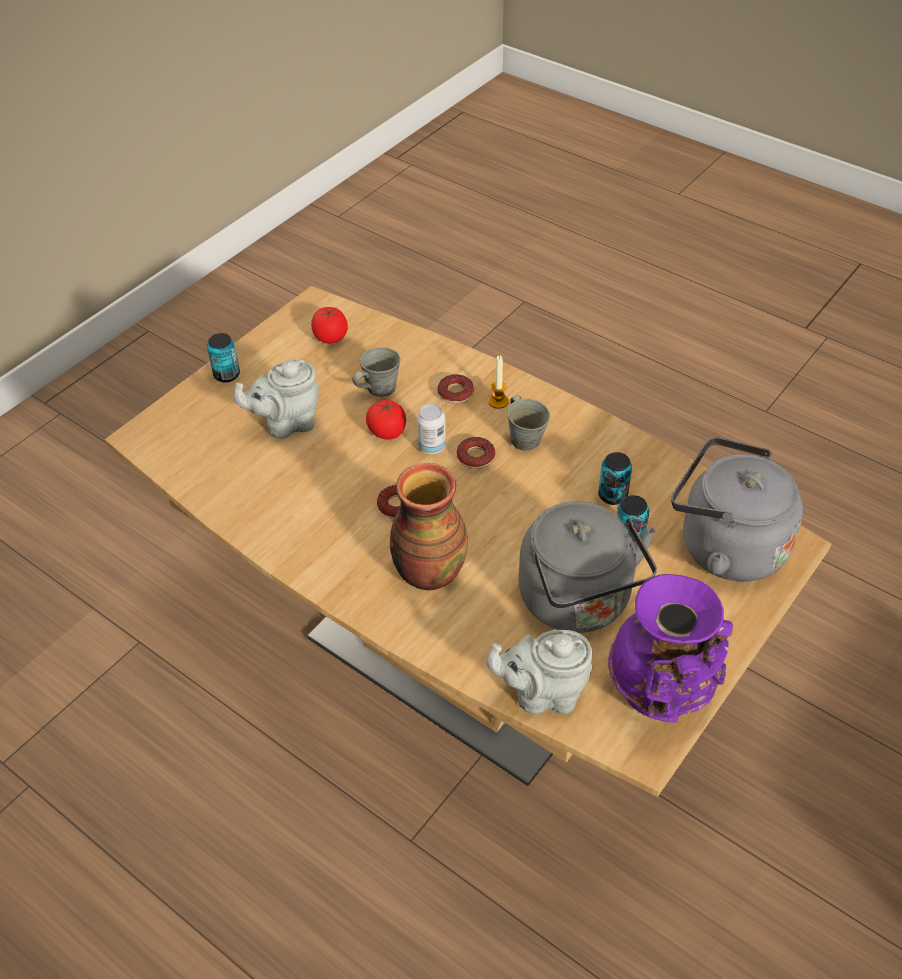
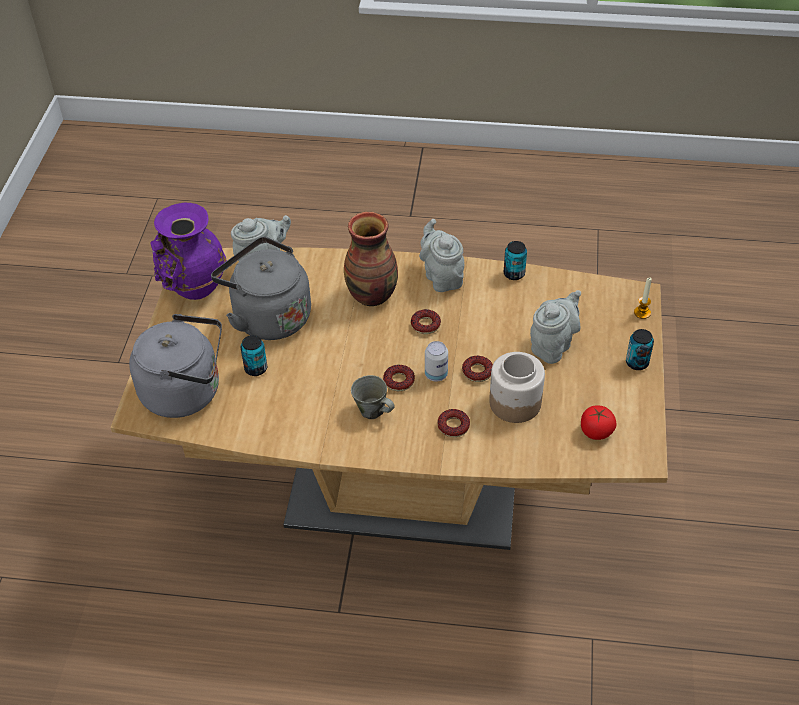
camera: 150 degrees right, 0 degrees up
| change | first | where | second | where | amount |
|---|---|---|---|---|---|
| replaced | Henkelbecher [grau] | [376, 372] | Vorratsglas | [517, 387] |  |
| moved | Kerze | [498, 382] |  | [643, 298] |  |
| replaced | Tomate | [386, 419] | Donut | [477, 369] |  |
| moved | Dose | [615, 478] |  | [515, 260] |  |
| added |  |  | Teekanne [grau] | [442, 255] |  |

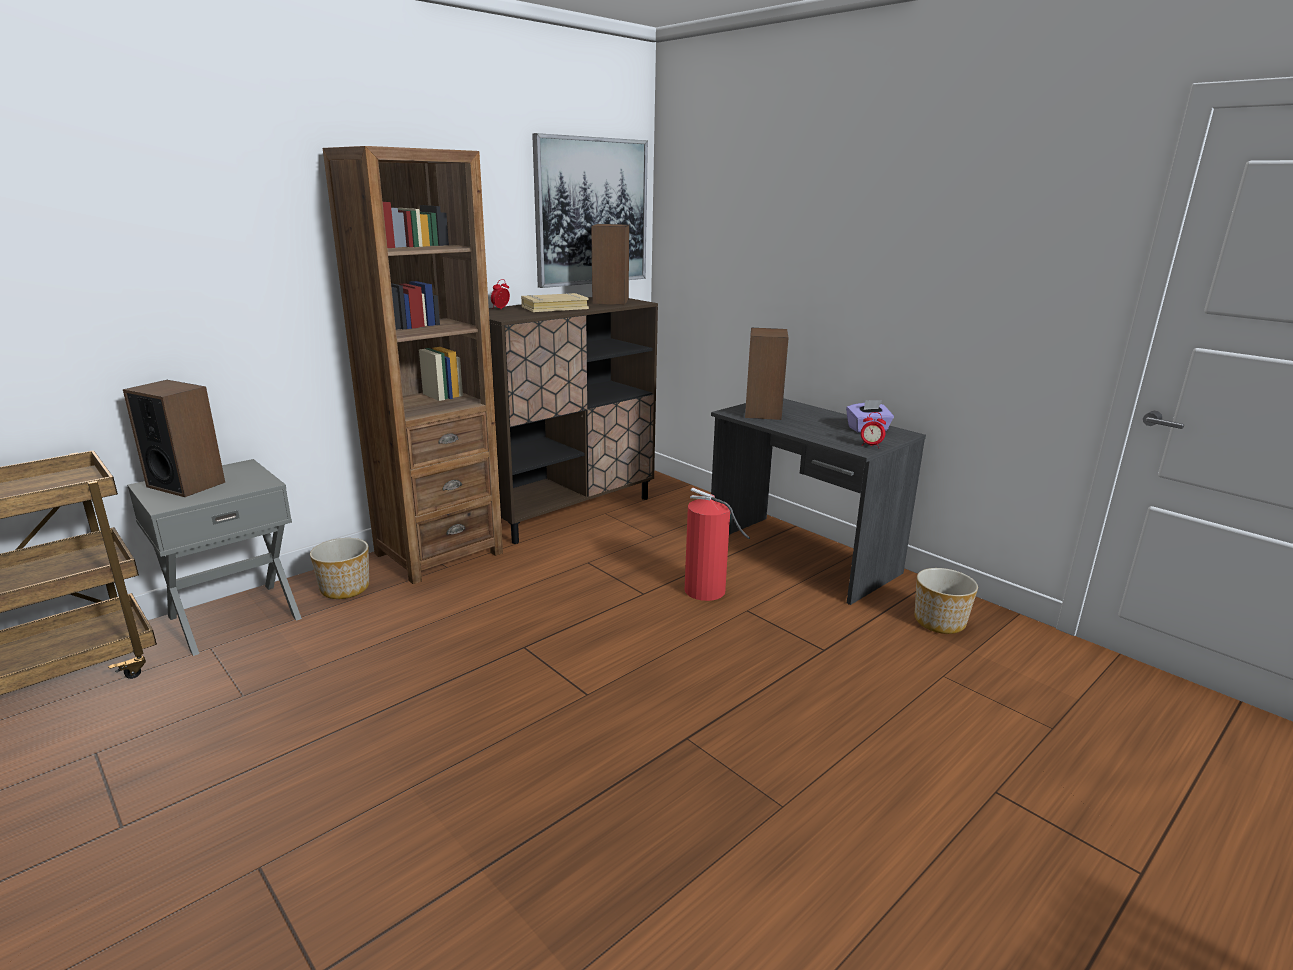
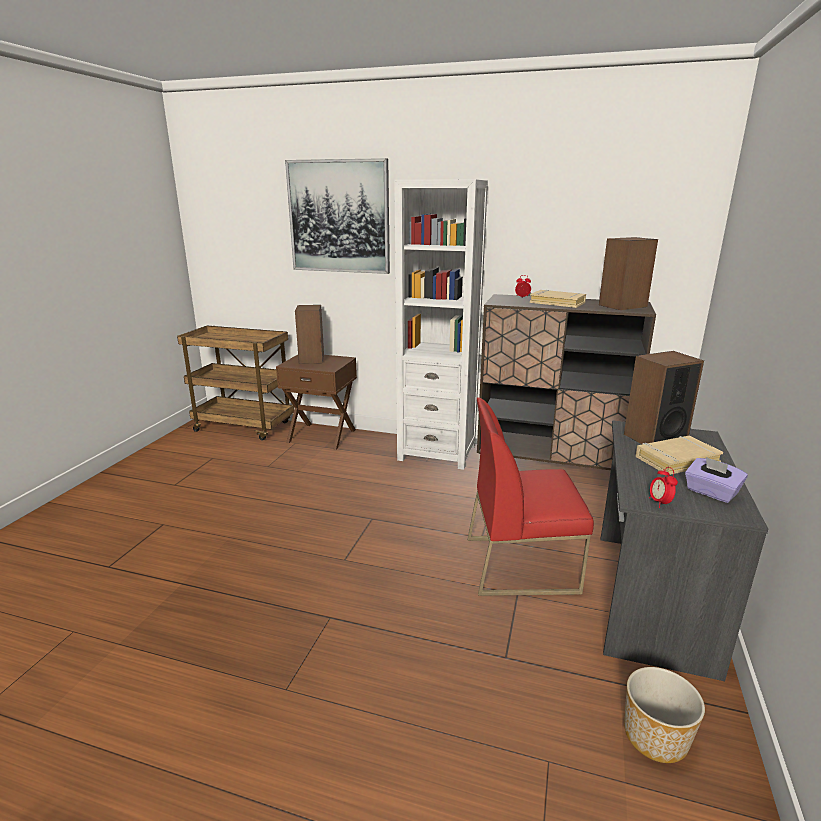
camera: 60 degrees right, 0 degrees up
| change | first | where | second | where | amount |
|---|---|---|---|---|---|
| moved | Bild | [590, 210] |  | [337, 216] |  |
| recoloured | Bücherregal [braun] | [413, 365] | Bücherregal [weiß] | [441, 324] |  |
| recoloured | Nachttisch [grau] | [214, 557] | Nachttisch [braun] | [316, 402] |  |
| replaced | Feuerlöscher | [717, 544] | Stuhl [rot] | [531, 496] |  |
| removed | Pflanzkübel | [339, 568] |  |  |  |
| added |  |  | Buch [beige] | [679, 455] |  |

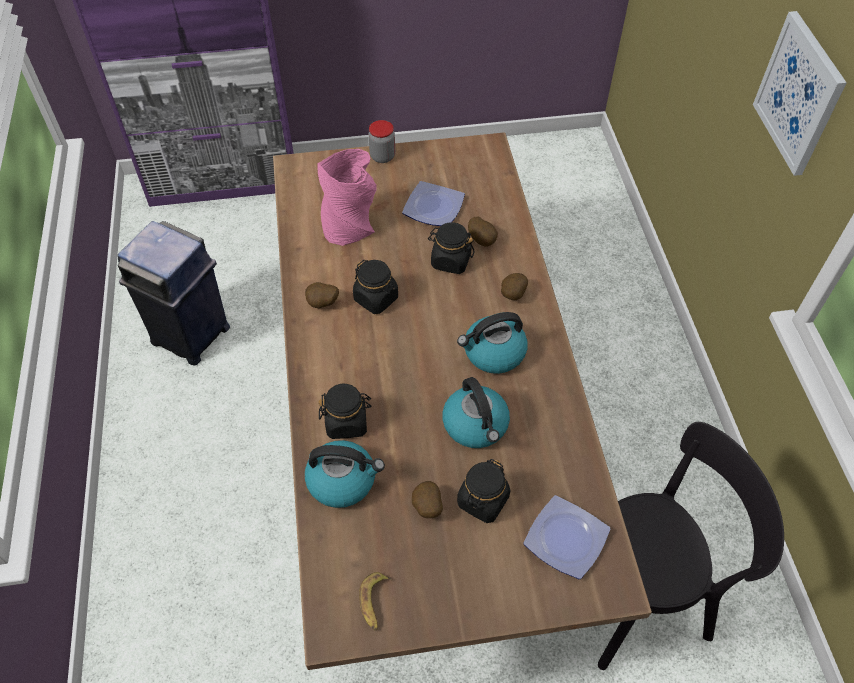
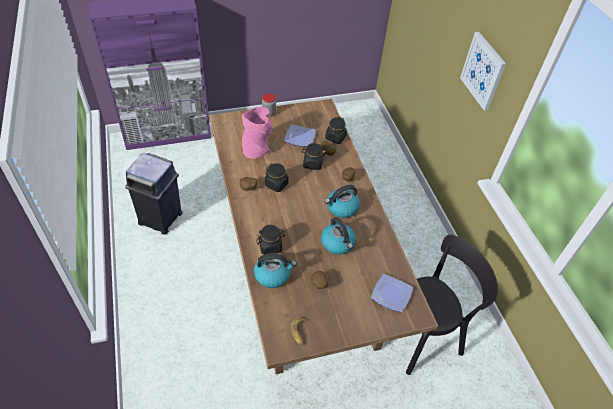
camera: 10 degrees left, 5 degrees down
| change | first | where | second | where | amount |
|---|---|---|---|---|---|
| moved | Vorratsglas [schwarz] | [483, 491] |  | [336, 130] |  |

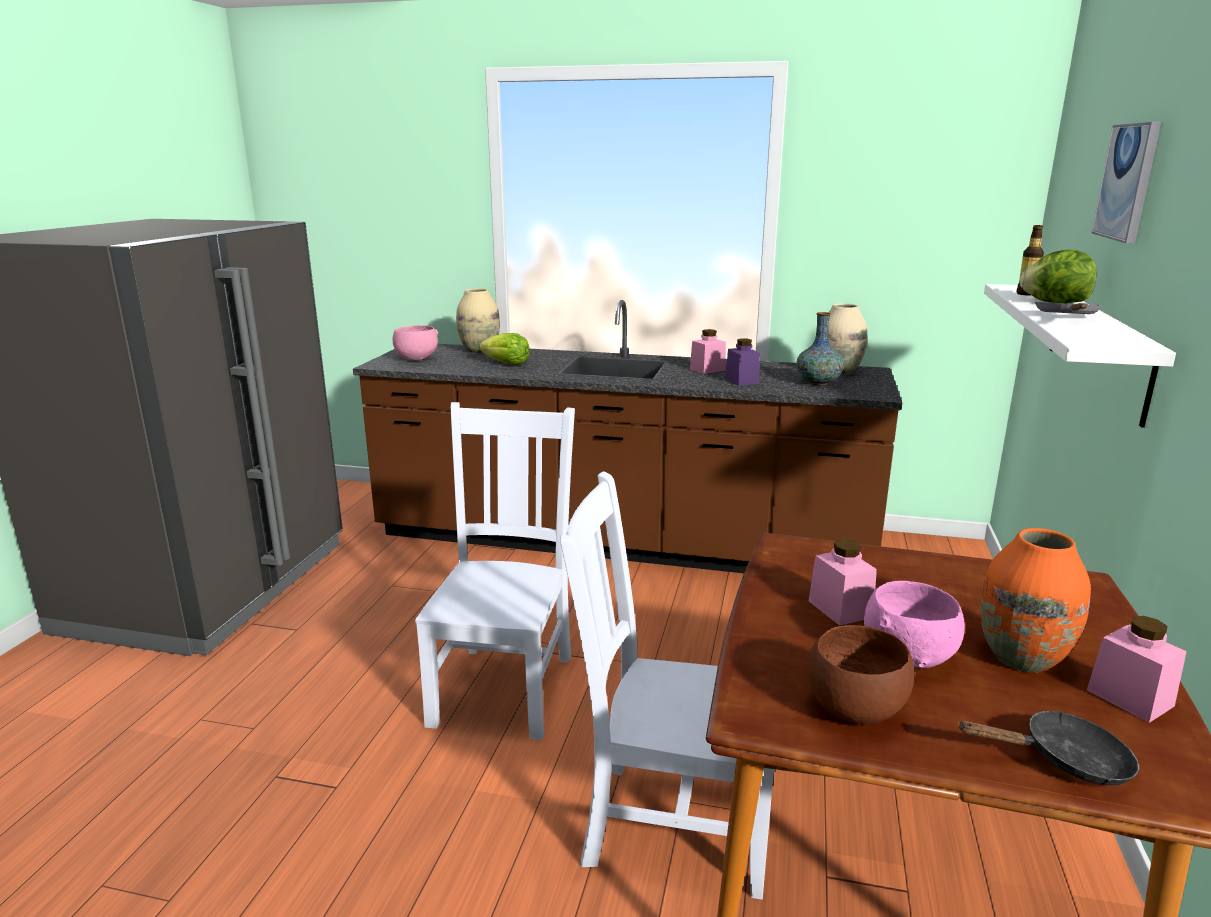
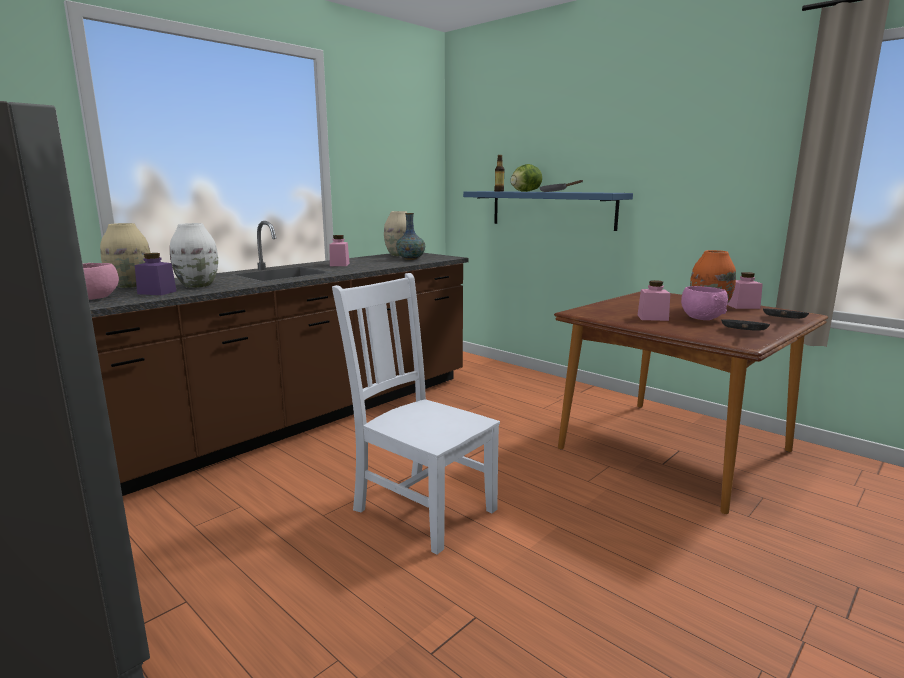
camera: 60 degrees left, 5 degrees down
| change | first | where | second | where | amount |
|---|---|---|---|---|---|
| removed | Bild | [1126, 183] |  |  |  |
| recoloured | Wandregal [weiß] | [1080, 356] | Wandregal [blau] | [548, 211] |  |
| replaced | Salatkopf | [504, 349] | Vase [weiß] | [194, 255] |  |
| moved | Vorratsglas [lila] | [742, 362] |  | [156, 274] |  |
| removed | Stuhl [weiß] | [667, 685] |  |  |  |
| replaced | Schüssel [braun] | [860, 675] | Pfanne [schwarz] | [745, 325] |  |

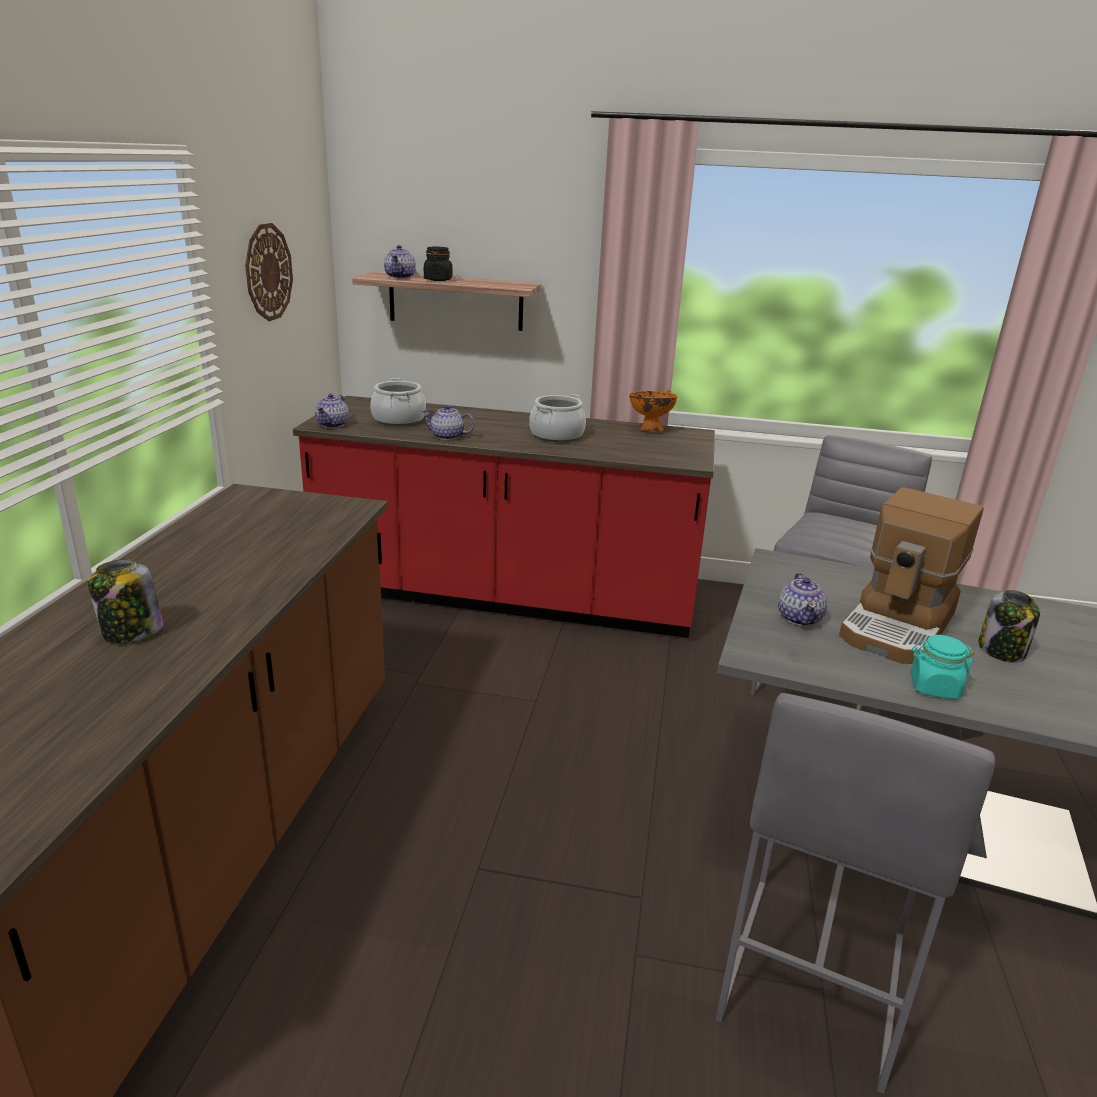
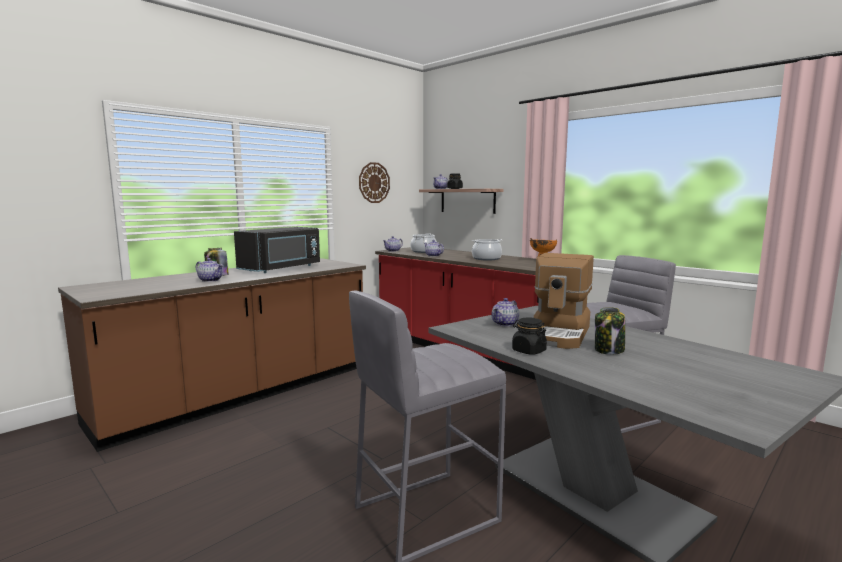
camera: 35 degrees right, 15 degrees down
| change | first | where | second | where | amount |
|---|---|---|---|---|---|
| turned | Kaffeemaschine | [911, 575] |  | [564, 301] | 45 degrees counterclockwise |
| recoloured | Vorratsglas [türkis] | [942, 667] | Vorratsglas [schwarz] | [529, 336] |  |
| added |  |  | Mikrowelle [schwarz] | [277, 250] |  |
| added |  |  | Teekanne | [209, 270] |  |

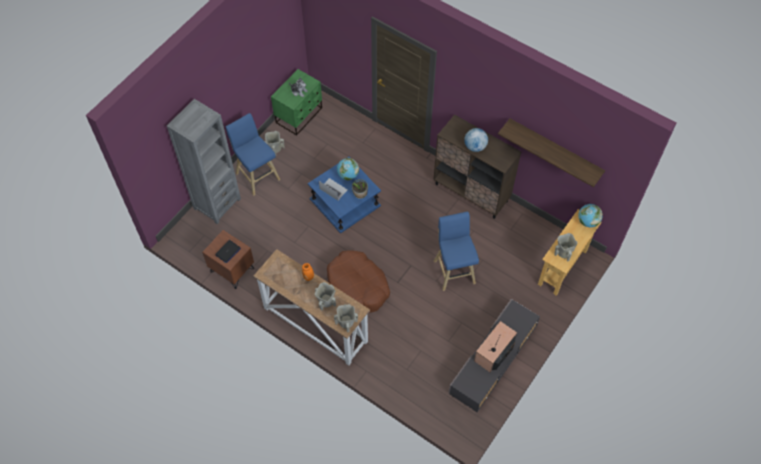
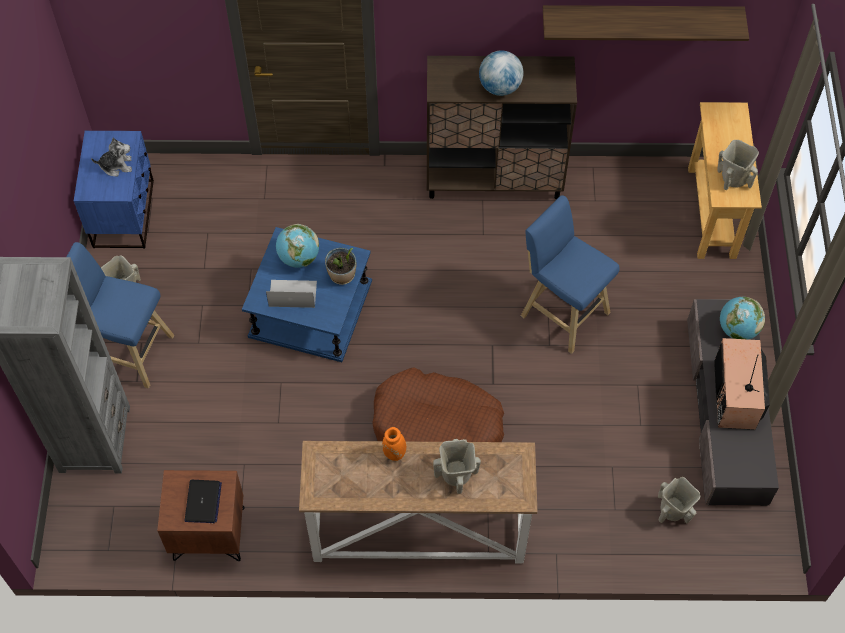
camera: 35 degrees left, 0 degrees up
| change | first | where | second | where | amount |
|---|---|---|---|---|---|
| recoloured | Nachttisch [grün] | [296, 102] | Nachttisch [blau] | [114, 190] |  |
| moved | Globus | [590, 215] |  | [742, 318] |  |
| moved | Vase [beige] | [346, 318] |  | [679, 500] |  |

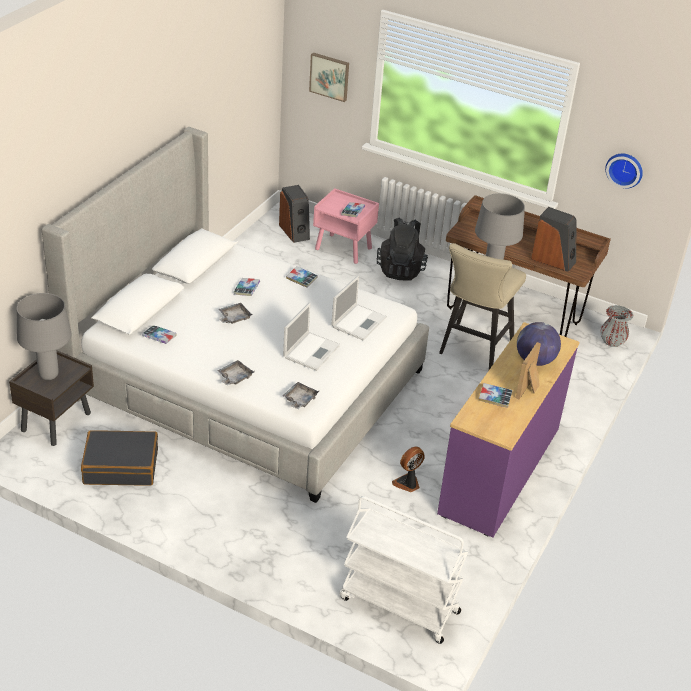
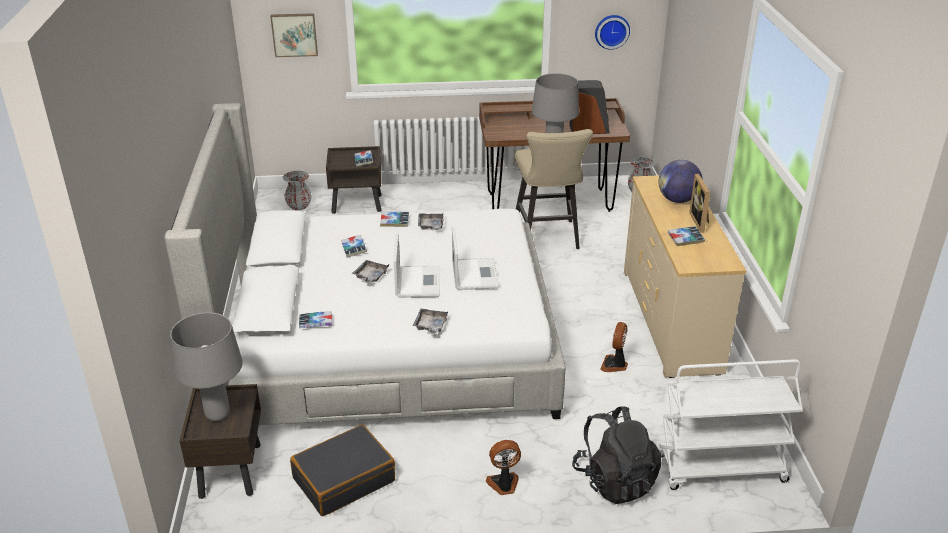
camera: 30 degrees left, 5 degrees down
| change | first | where | second | where | amount |
|---|---|---|---|---|---|
| replaced | Lautsprecher | [294, 214] | Vase [grau] | [297, 190] |  |
| recoloured | Nachttisch [rosa] | [346, 226] | Nachttisch [braun] | [354, 180] |  |
| moved | Rucksack [schwarz] | [402, 249] |  | [617, 455] |  |
| moved | Laptop | [359, 307] |  | [417, 265] |  |
| recoloured | Kommode [lila] | [508, 430] | Kommode [beige] | [685, 276] |  |
| moved | Tablett [grau] | [301, 395] |  | [430, 221] |  |
| added |  |  | Ventilator | [503, 467] |  |

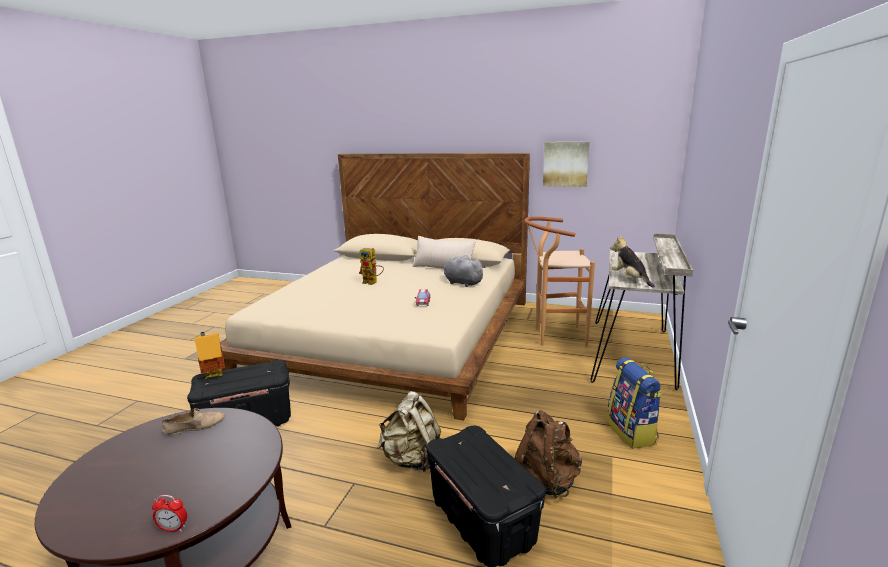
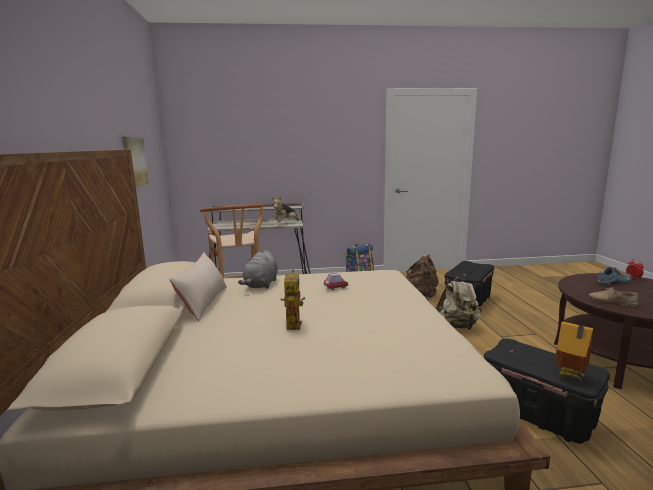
camera: 115 degrees left, 5 degrees down
| change | first | where | second | where | amount |
|---|---|---|---|---|---|
| added |  |  | Schuh | [615, 276] |  |

